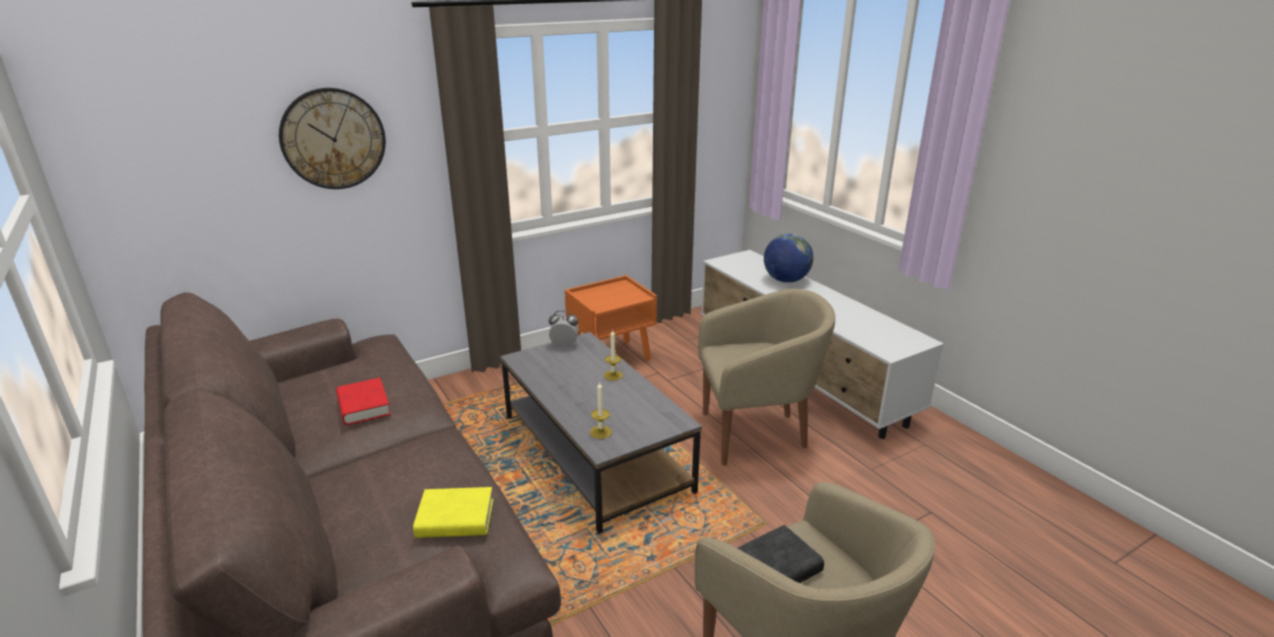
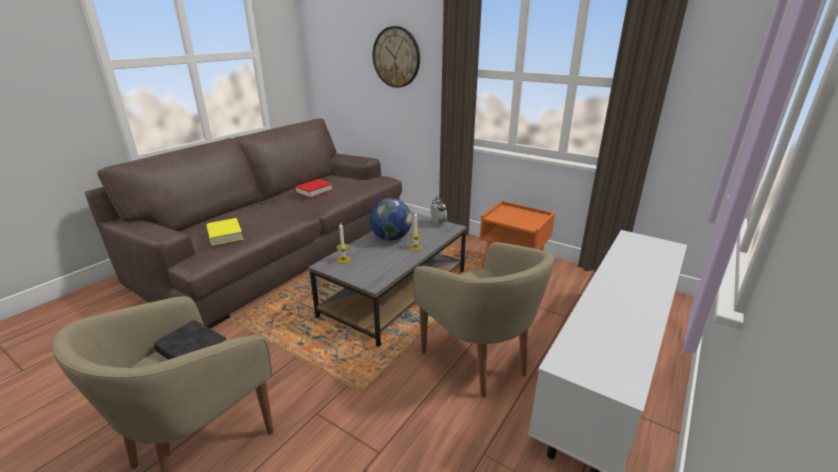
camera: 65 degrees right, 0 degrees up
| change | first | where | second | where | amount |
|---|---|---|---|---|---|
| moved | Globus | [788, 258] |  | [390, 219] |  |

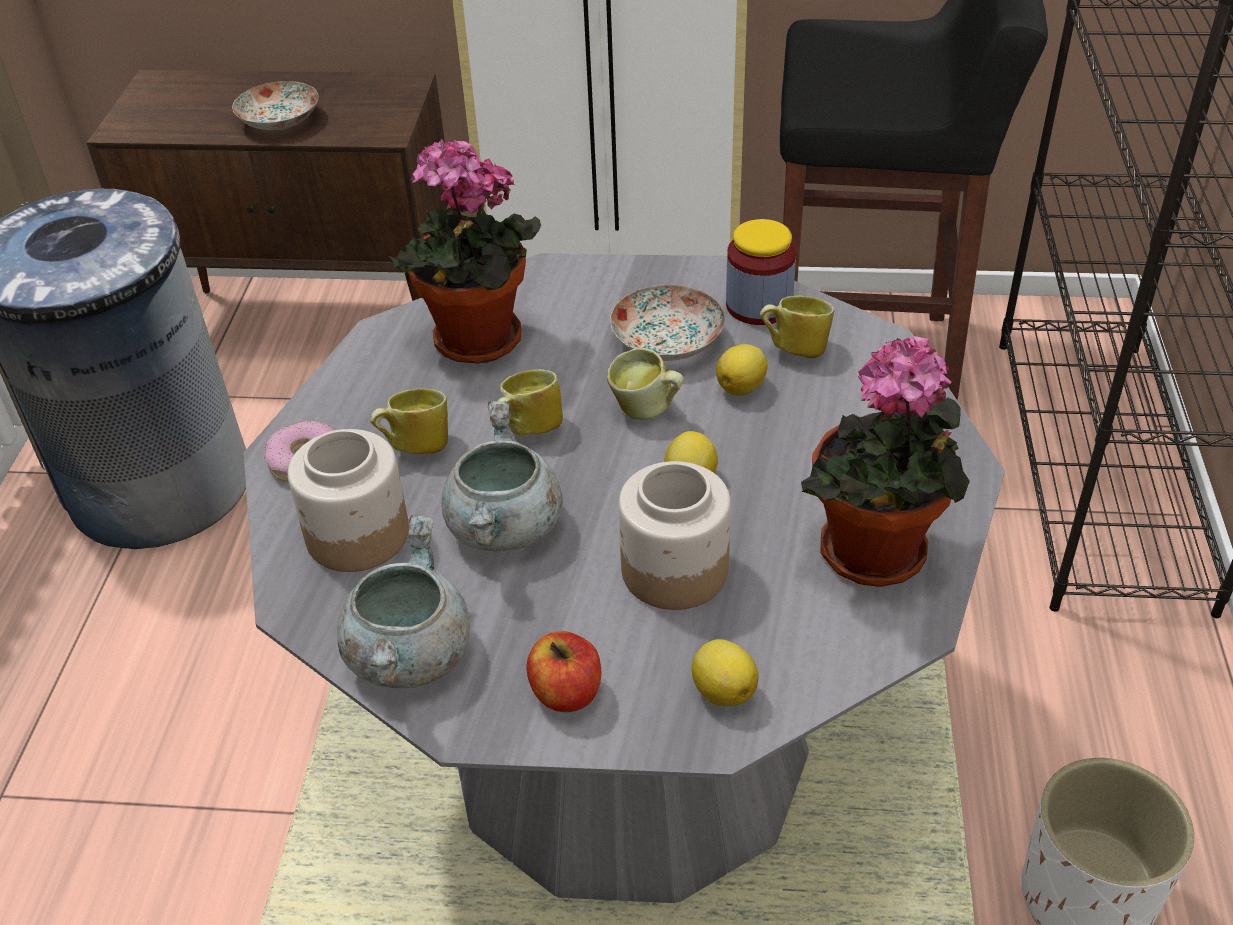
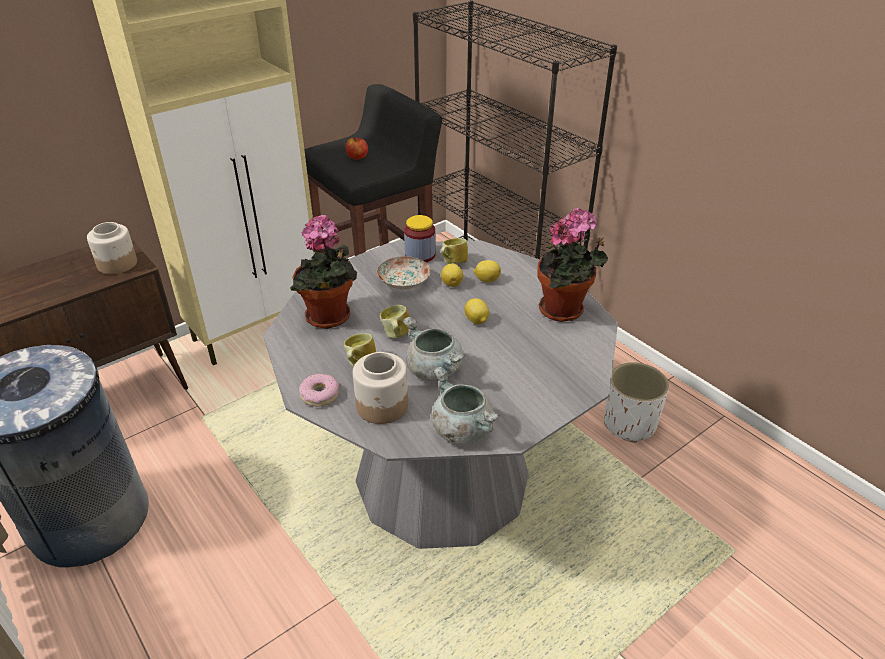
camera: 45 degrees left, 5 degrees down
| change | first | where | second | where | amount |
|---|---|---|---|---|---|
| removed | Teller | [275, 105] |  |  |  |
| removed | Henkelbecher | [645, 384] |  |  |  |
| moved | Vorratsglas | [674, 535] |  | [112, 248] |  |
| moved | Apfel | [564, 671] |  | [356, 148] |  |
| moved | Zitrone | [725, 672] |  | [487, 271] |  |

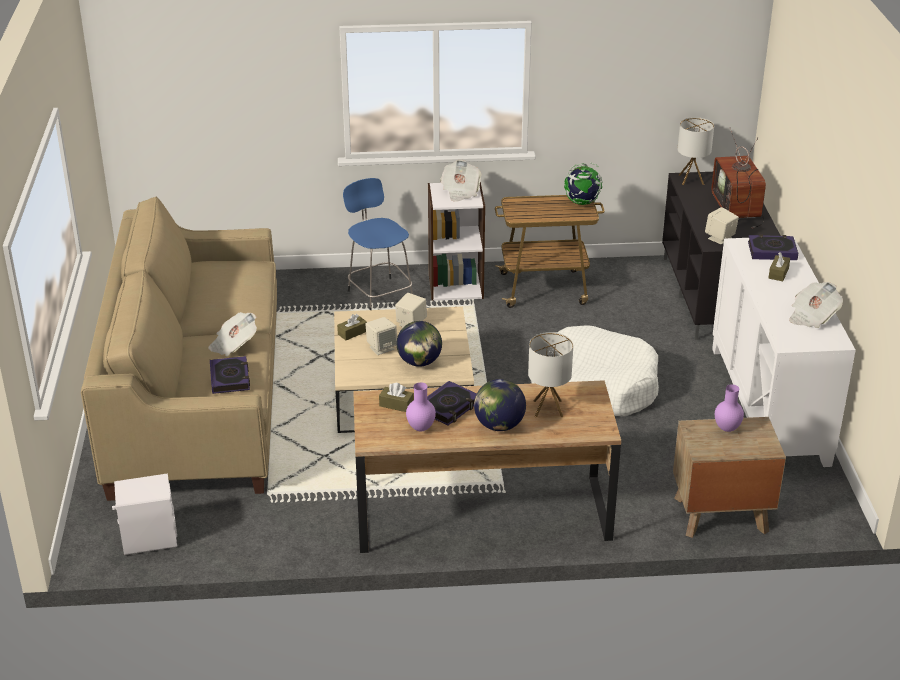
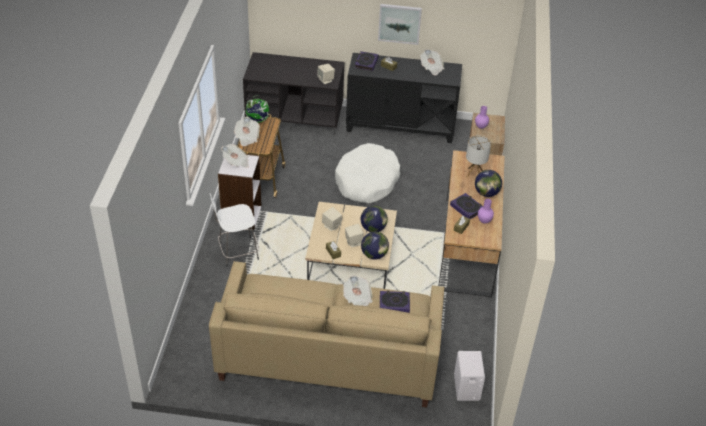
camera: 80 degrees left, 10 degrees up
| change | first | where | second | where | amount |
|---|---|---|---|---|---|
| removed | Tischlampe | [695, 151] |  |  |  |
| removed | Fernseher | [738, 179] |  |  |  |
| recoloured | Hocker [blau] | [378, 244] | Hocker [weiß] | [234, 230] |  |
| recoloured | Schrank [weiß] | [784, 351] | Schrank [schwarz] | [404, 98] |  |
| added |  |  | Bild | [400, 24] |  |
| added |  |  | Zeitung | [247, 131] |  |
| added |  |  | Globus | [375, 246] |  |

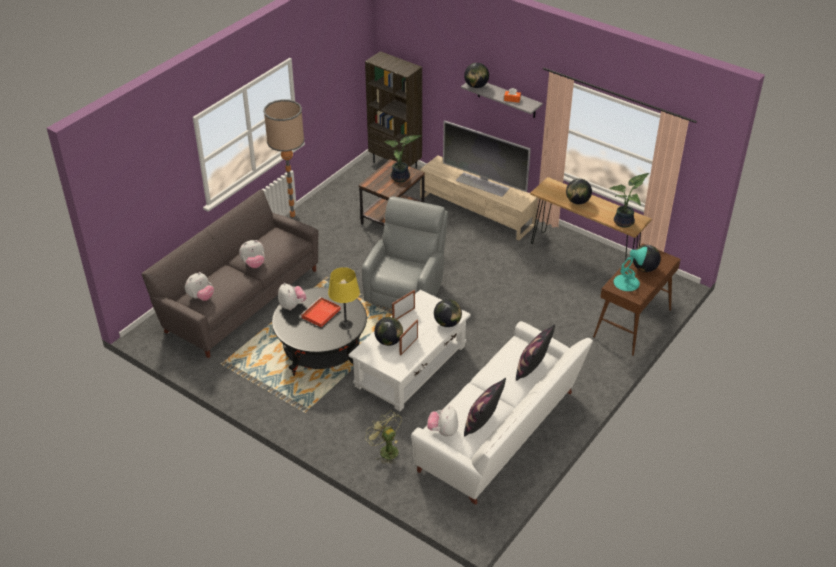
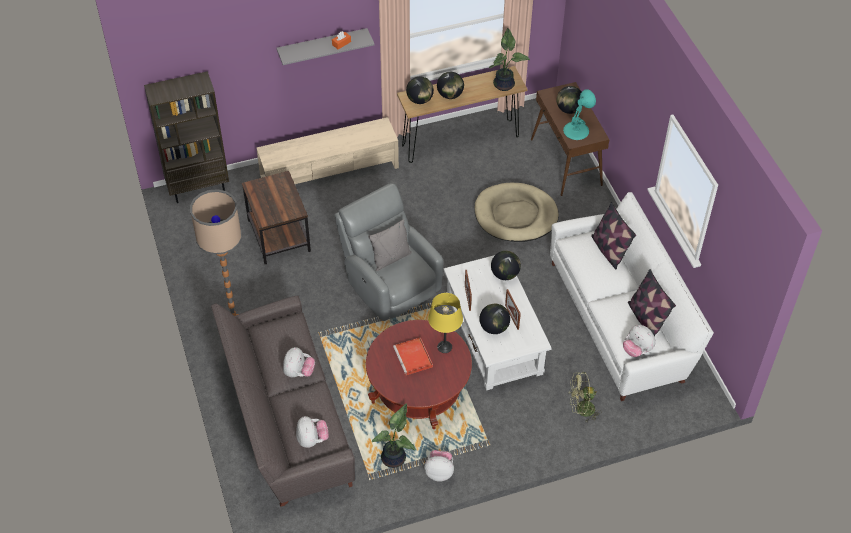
camera: 55 degrees left, 10 degrees up
| change | first | where | second | where | amount |
|---|---|---|---|---|---|
| moved | Globus | [476, 75] |  | [420, 90] |  |
| removed | Fernseher | [487, 159] |  |  |  |
| moved | Topfpflanze | [403, 158] |  | [393, 435] |  |
| moved | Plüschtier | [292, 296] |  | [439, 466] |  |
| recoloured | Couchtisch [schwarz] | [319, 331] | Couchtisch [rot] | [419, 374] |  |
| added |  |  | Hundebett [beige] | [516, 212] |  |
| added |  |  | Kissen [grau] | [390, 245] |  |

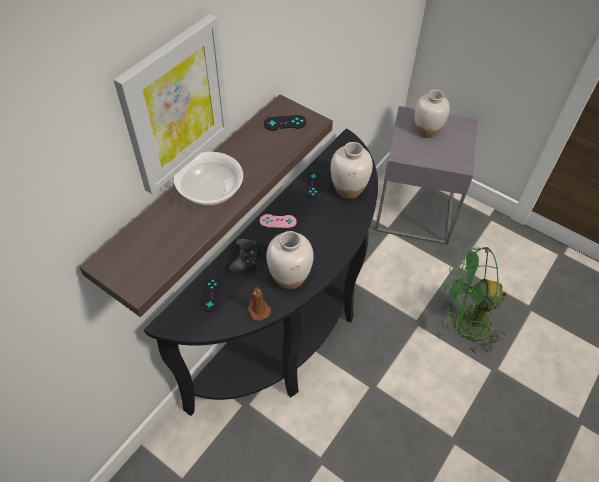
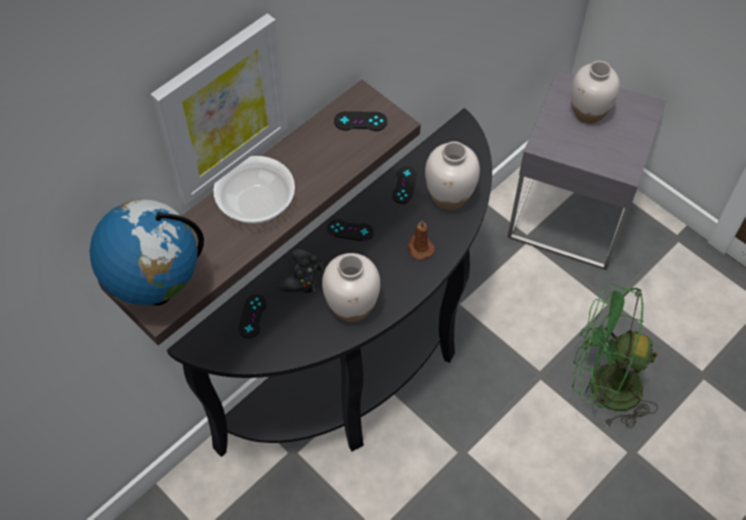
camera: 10 degrees right, 5 degrees up
| change | first | where | second | where | amount |
|---|---|---|---|---|---|
| recoloured | Gamepad [rosa] | [278, 221] | Gamepad [schwarz] | [350, 230] |  |
| moved | Kerze [braun] | [259, 304] |  | [421, 240] |  |
| added |  |  | Globus | [146, 252] |  |

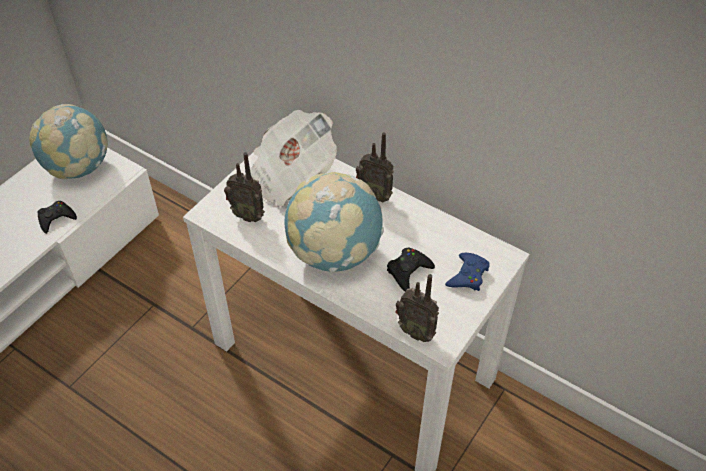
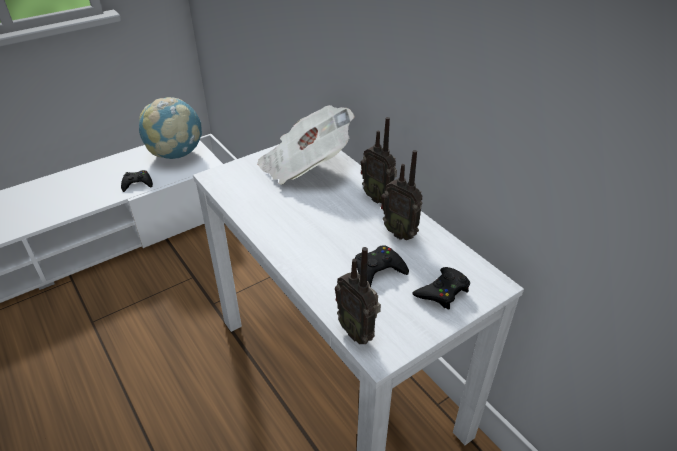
camera: 20 degrees right, 10 degrees down
| change | first | where | second | where | amount |
|---|---|---|---|---|---|
| moved | Radio | [244, 187] |  | [401, 195] |  |
| removed | Globus | [334, 222] |  |  |  |
| recoloured | Gamepad [blau] | [467, 272] | Gamepad [schwarz] | [441, 288] |  |

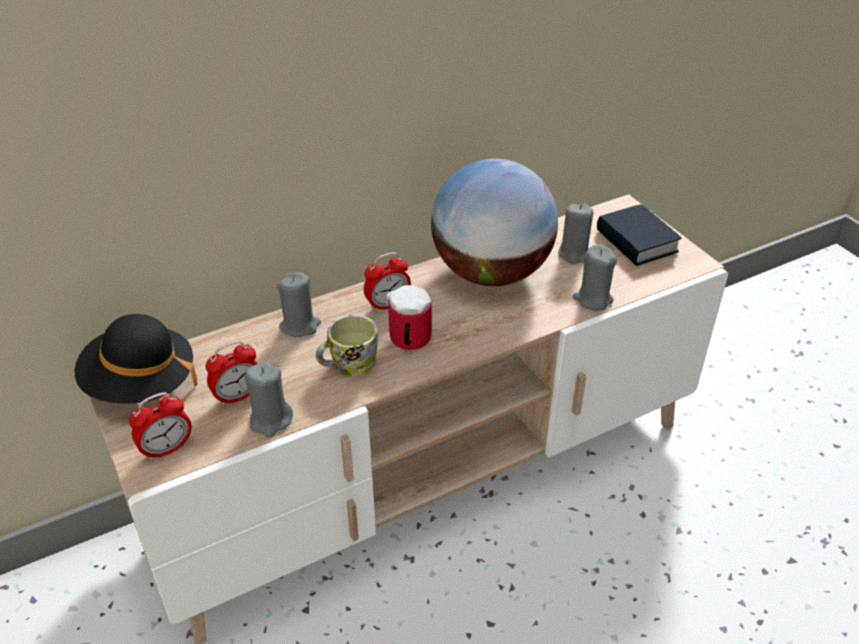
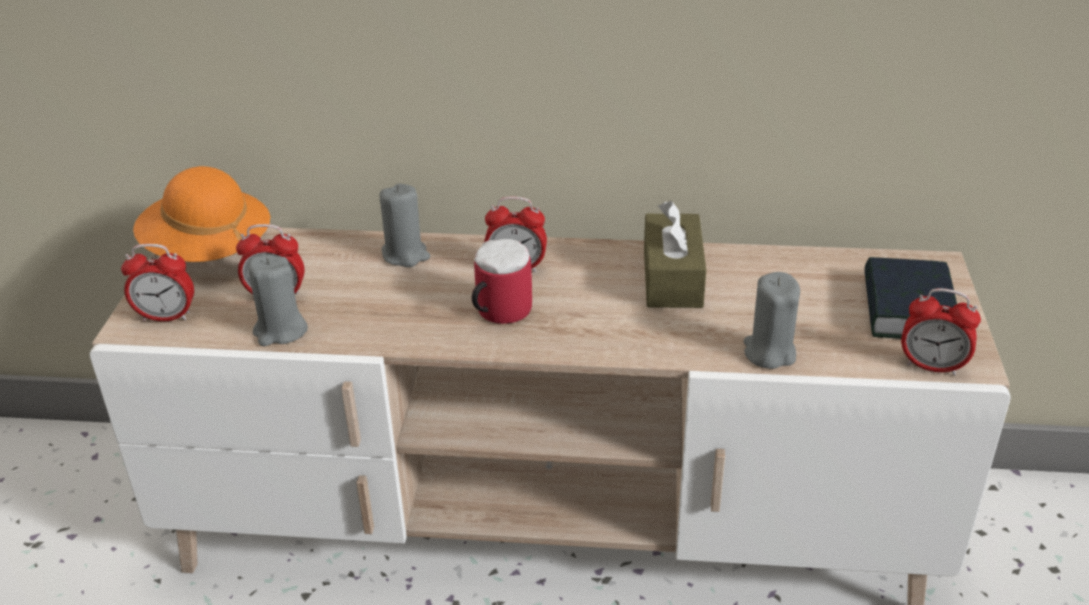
camera: 35 degrees right, 5 degrees down
| change | first | where | second | where | amount |
|---|---|---|---|---|---|
| replaced | Globus | [494, 222] | Taschentuchbox [braun] | [675, 254] |  |
| removed | Kerze [grau] | [576, 234] |  |  |  |
| recoloured | Hut [schwarz] | [136, 359] | Hut [orange] | [202, 214] |  |
| removed | Henkelbecher | [347, 345] |  |  |  |
| added |  |  | Wecker | [941, 332] |  |

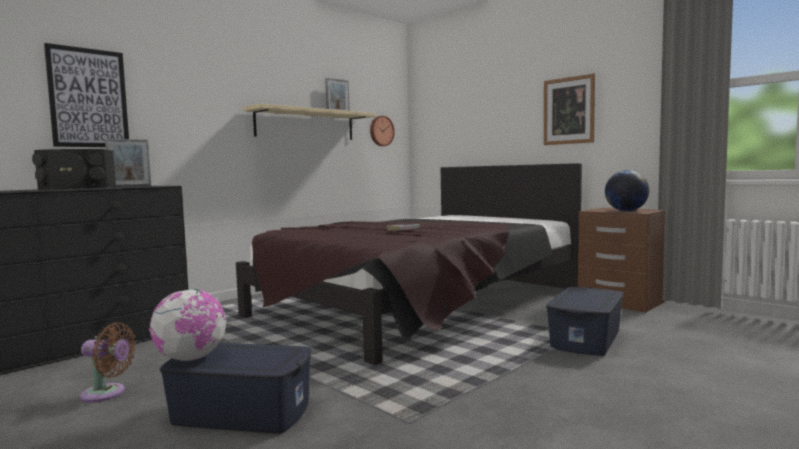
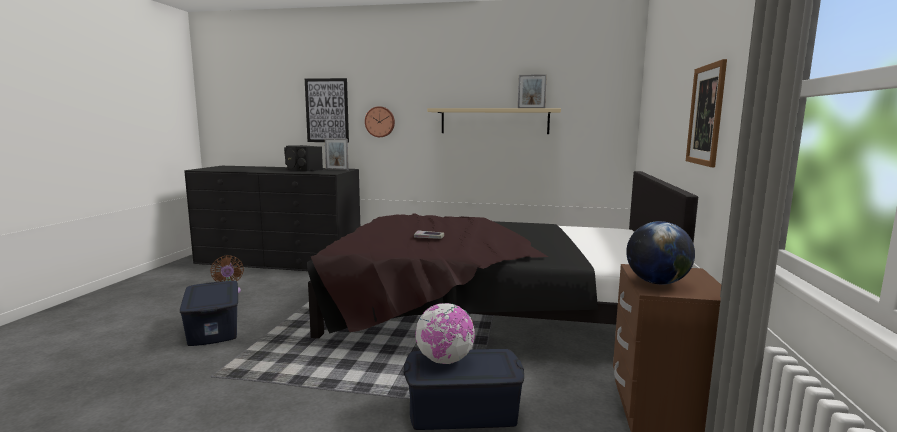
camera: 55 degrees right, 5 degrees up
| change | first | where | second | where | amount |
|---|---|---|---|---|---|
| moved | Wanduhr | [382, 131] |  | [380, 121] |  |
| moved | Globus | [188, 325] |  | [445, 333] |  |

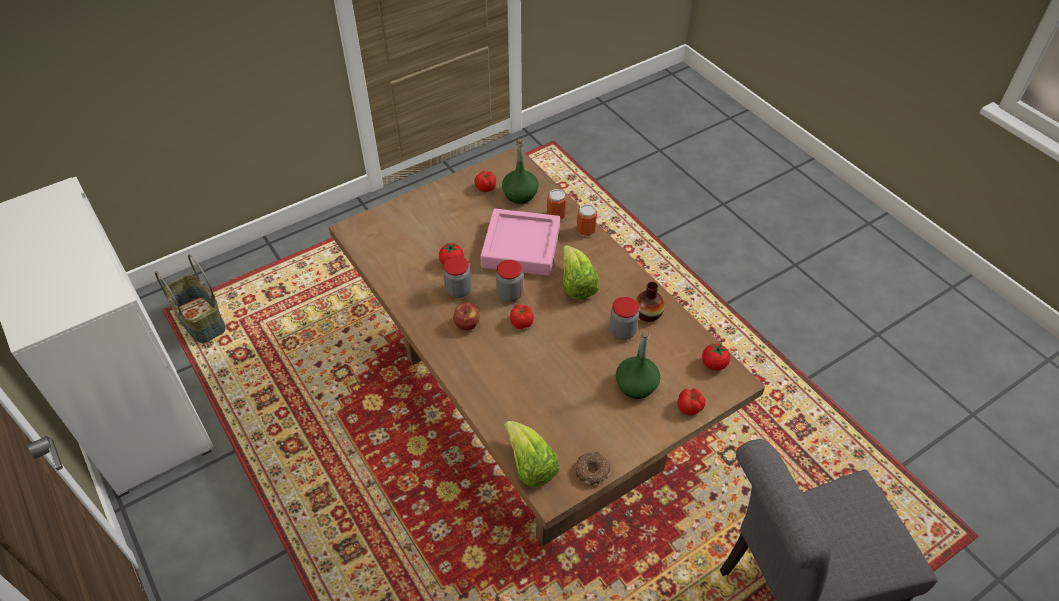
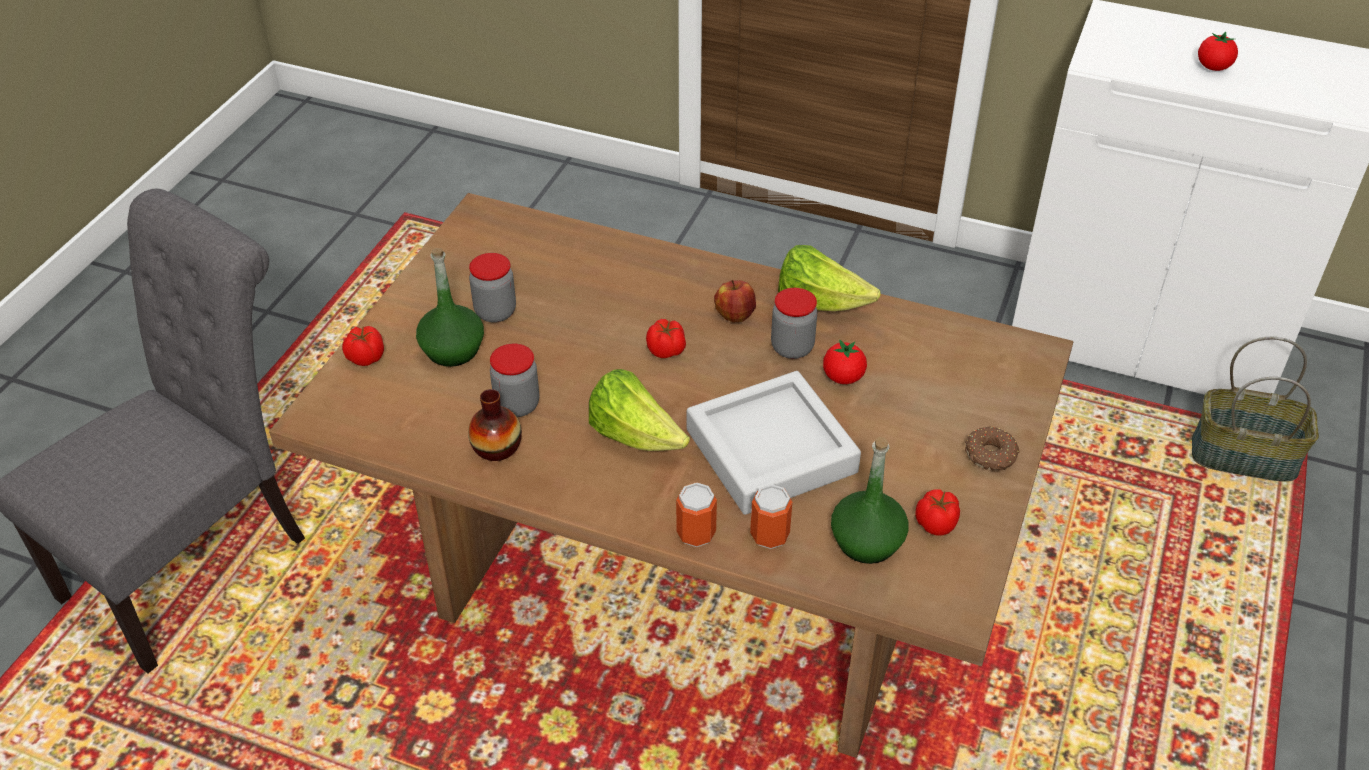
camera: 145 degrees right, 5 degrees down
| change | first | where | second | where | amount |
|---|---|---|---|---|---|
| recoloured | Tablett [rosa] | [520, 242] | Tablett [grau] | [774, 443] |  |
| moved | Vorratsglas | [509, 281] |  | [492, 288] |  |
| moved | Tomate | [716, 357] |  | [1218, 51] |  |
| moved | Salatkopf | [532, 454] |  | [829, 278] |  |
| moved | Donut | [593, 469] |  | [992, 448] |  |

